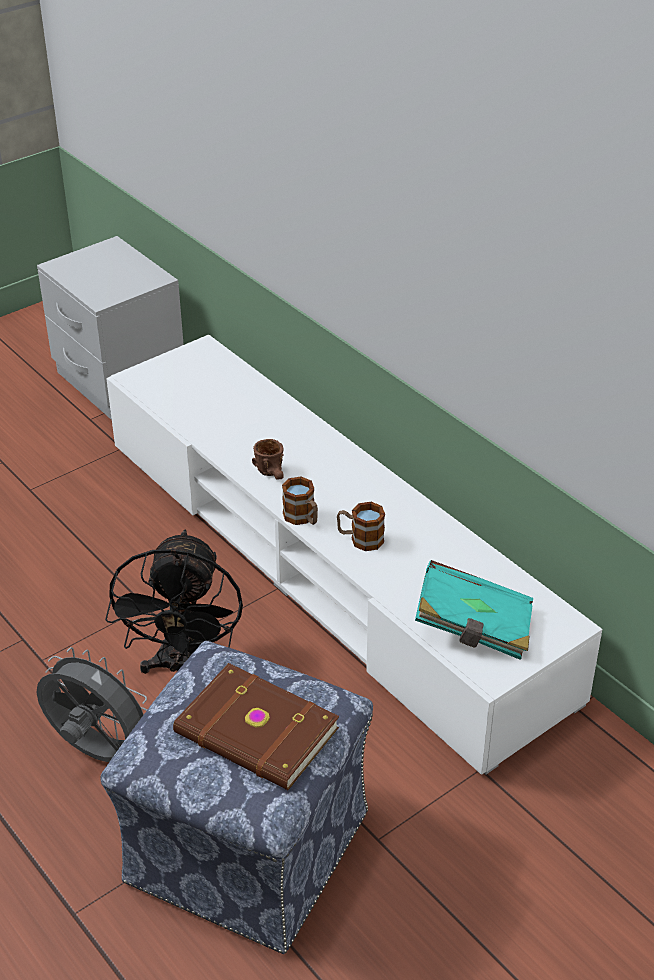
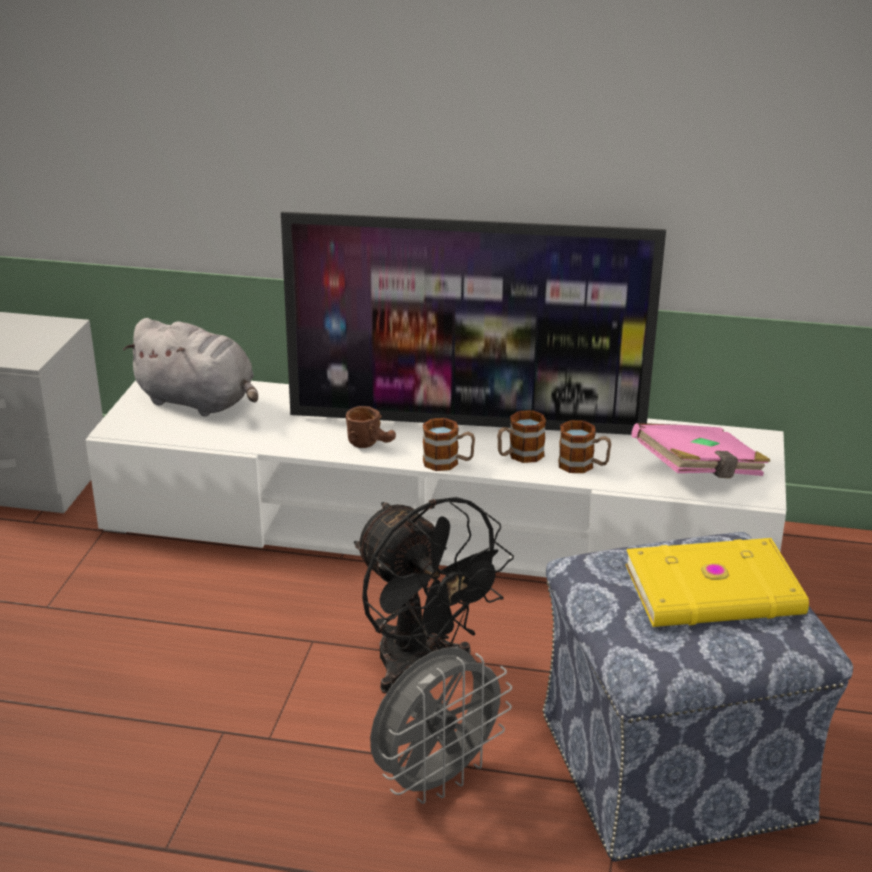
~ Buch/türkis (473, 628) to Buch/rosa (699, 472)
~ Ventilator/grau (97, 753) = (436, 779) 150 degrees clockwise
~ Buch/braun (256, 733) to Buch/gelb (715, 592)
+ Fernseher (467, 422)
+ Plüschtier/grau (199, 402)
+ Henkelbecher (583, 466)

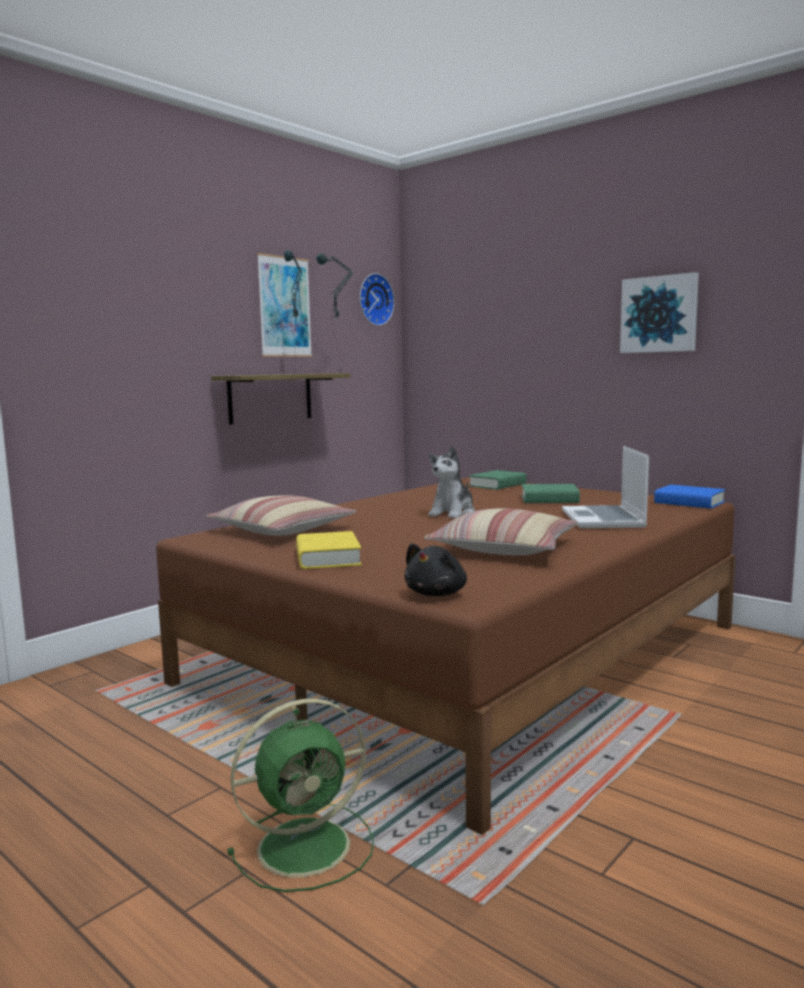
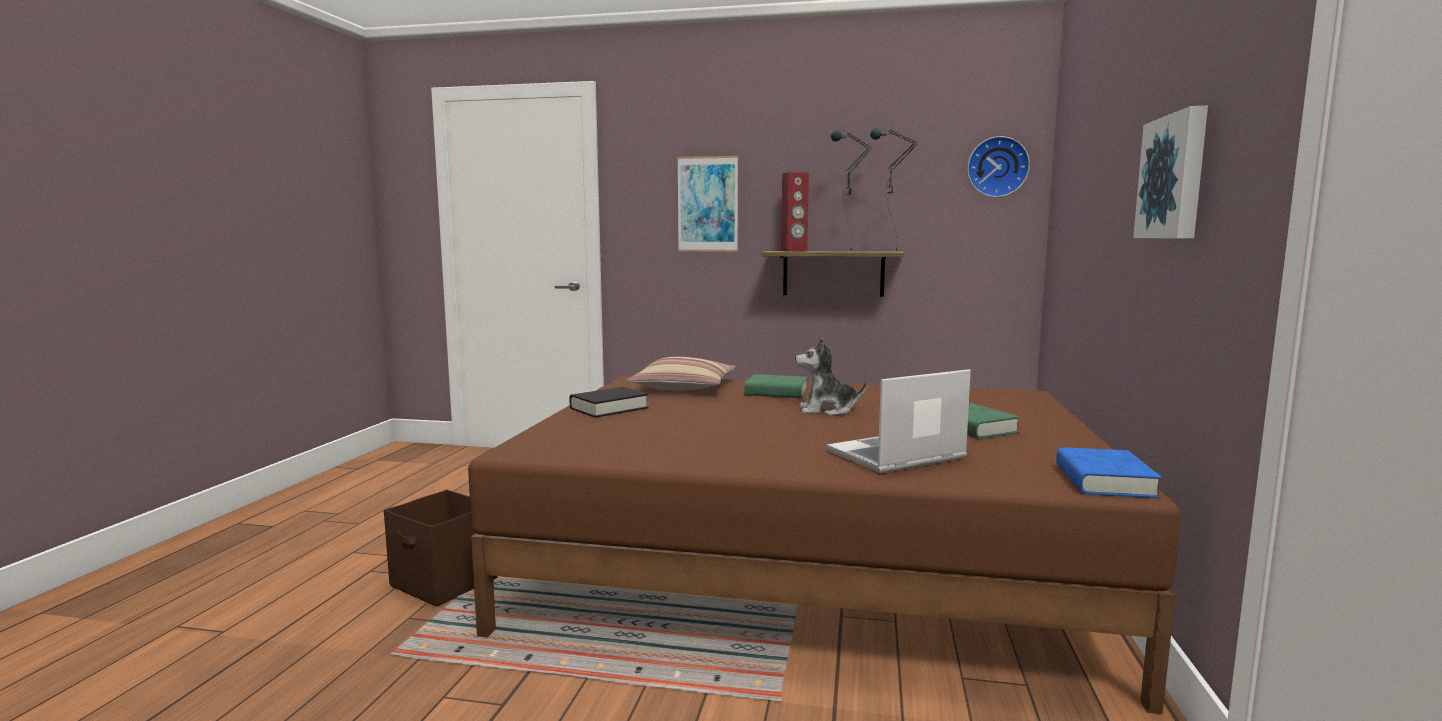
~ Bild (284, 307) to (707, 204)
~ Buch/grün (497, 485) to (776, 392)
- Kissen (504, 548)
~ Buch/gelb (327, 558) to Buch/schwarz (609, 408)
- Plüschtier/schwarz (437, 594)
~ Ventilator/grün (308, 845) to Aufbewahrungsbox/braun (444, 583)
+ Lautsprecher/rot (794, 251)

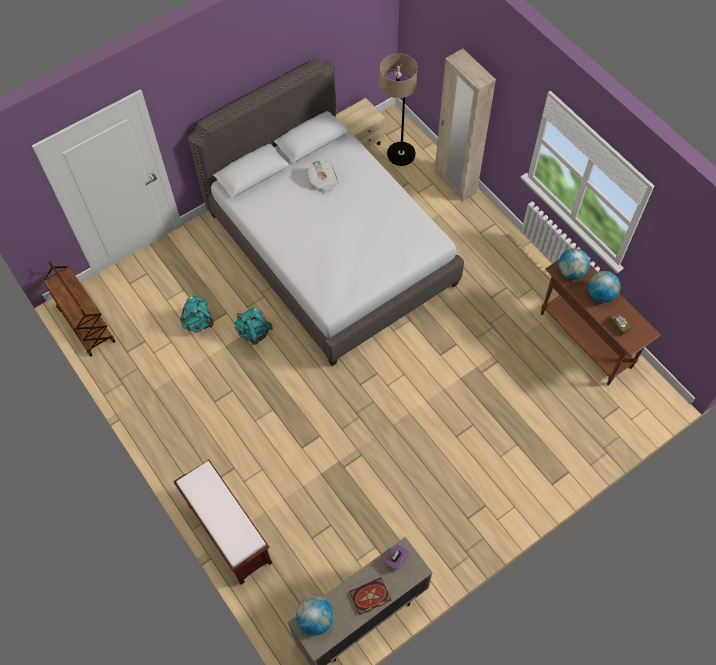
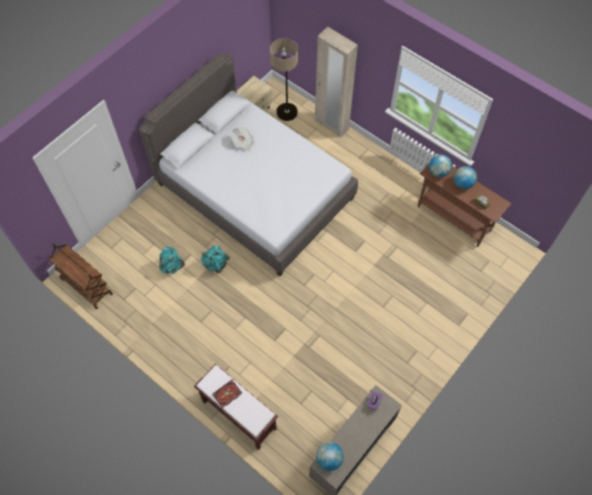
~ Buch (369, 597) to (227, 395)

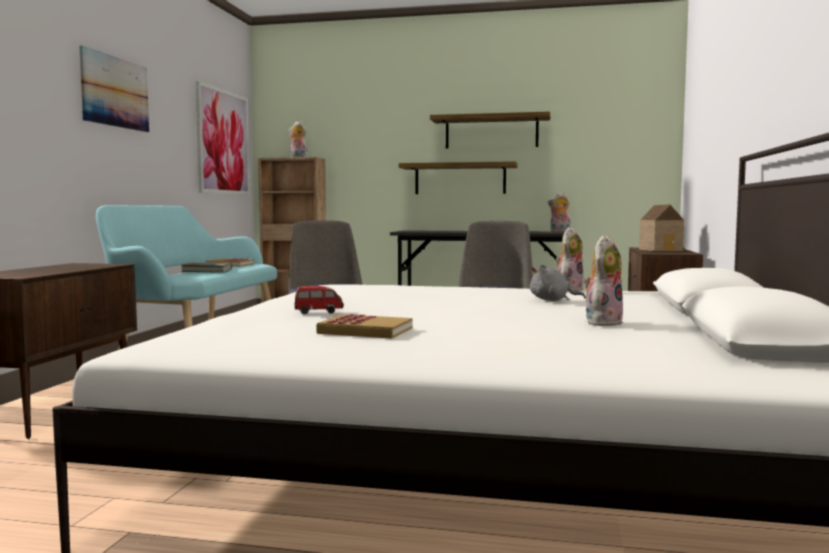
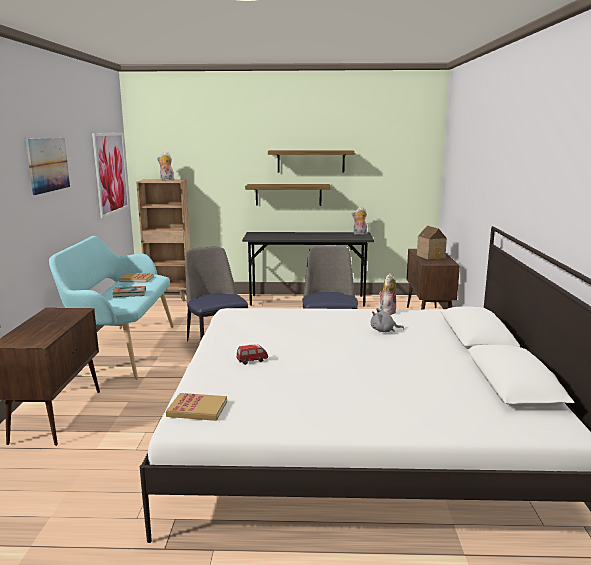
- Plüschtier (602, 322)
~ Buch (365, 331) to (197, 409)

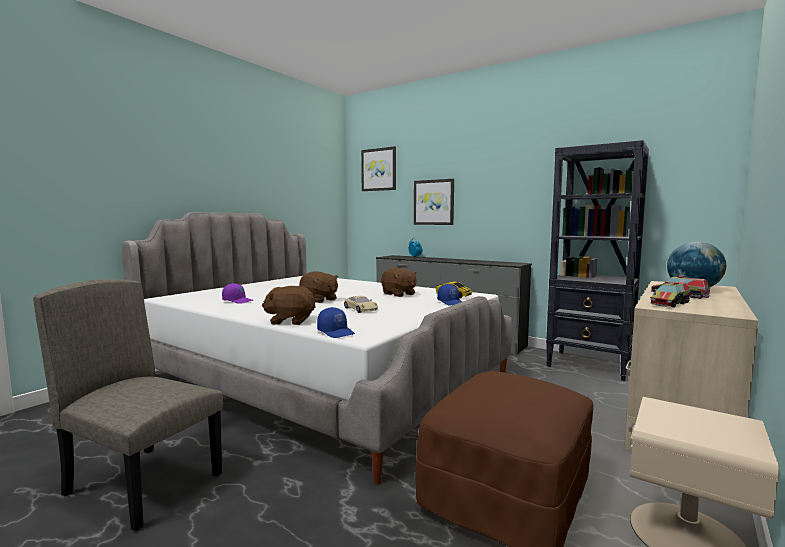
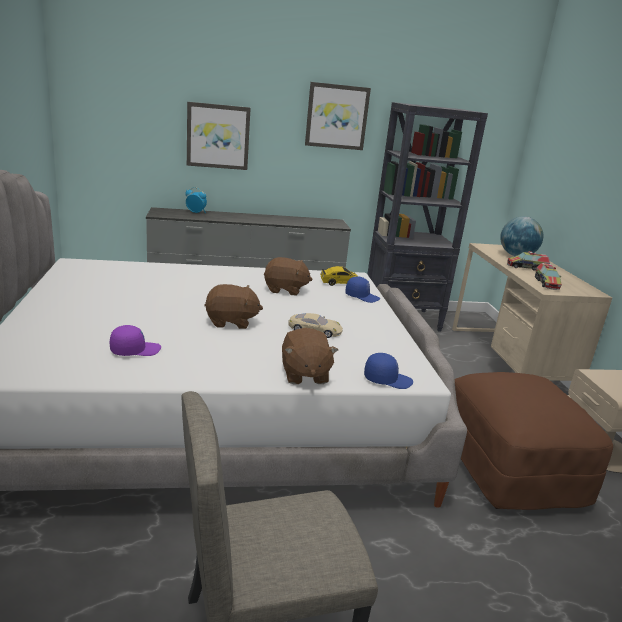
~ Bild (379, 169) to (337, 116)
~ Plüschtier/braun (290, 321) = (304, 374) 60 degrees counterclockwise

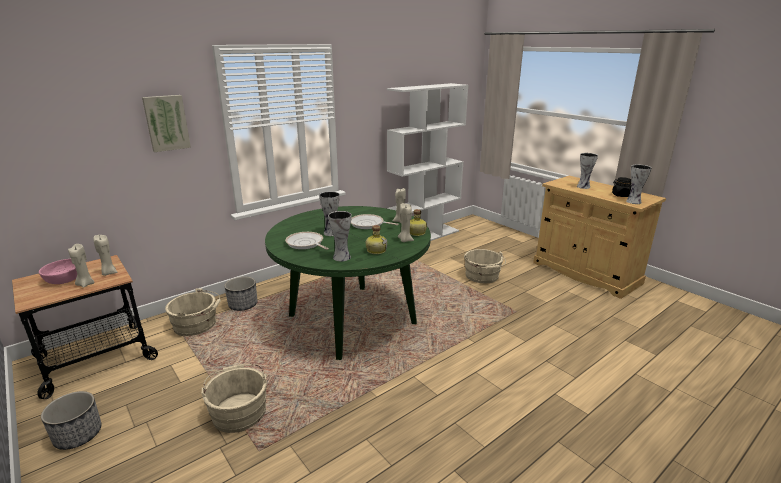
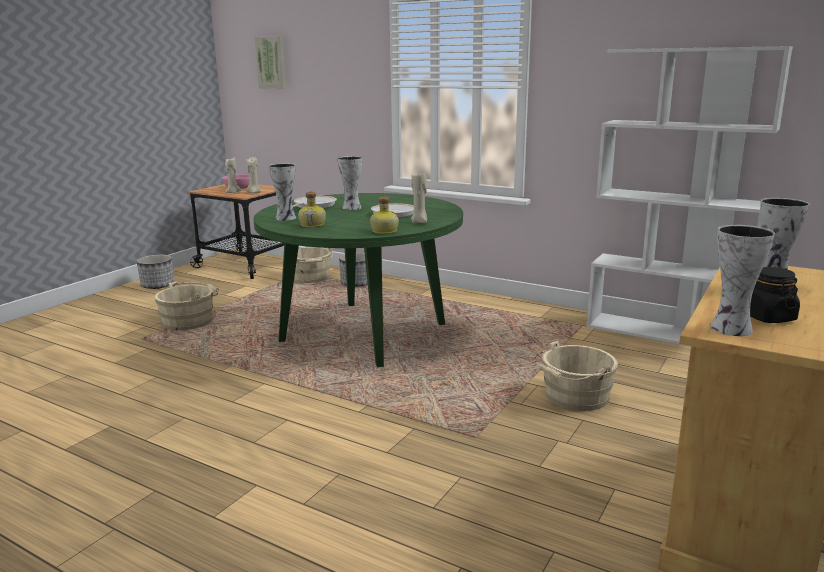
~ Bild (166, 123) to (272, 62)
- Kerze/beige (405, 240)

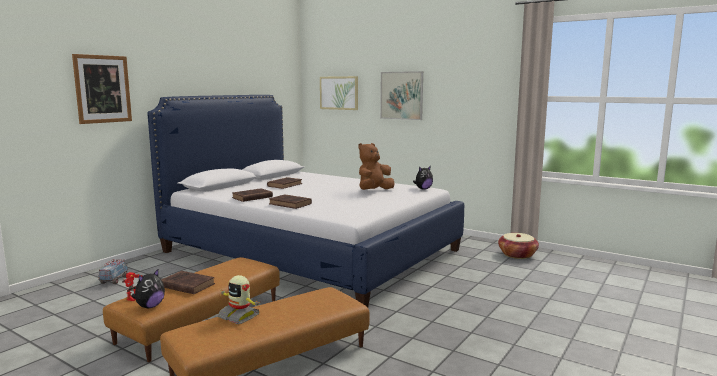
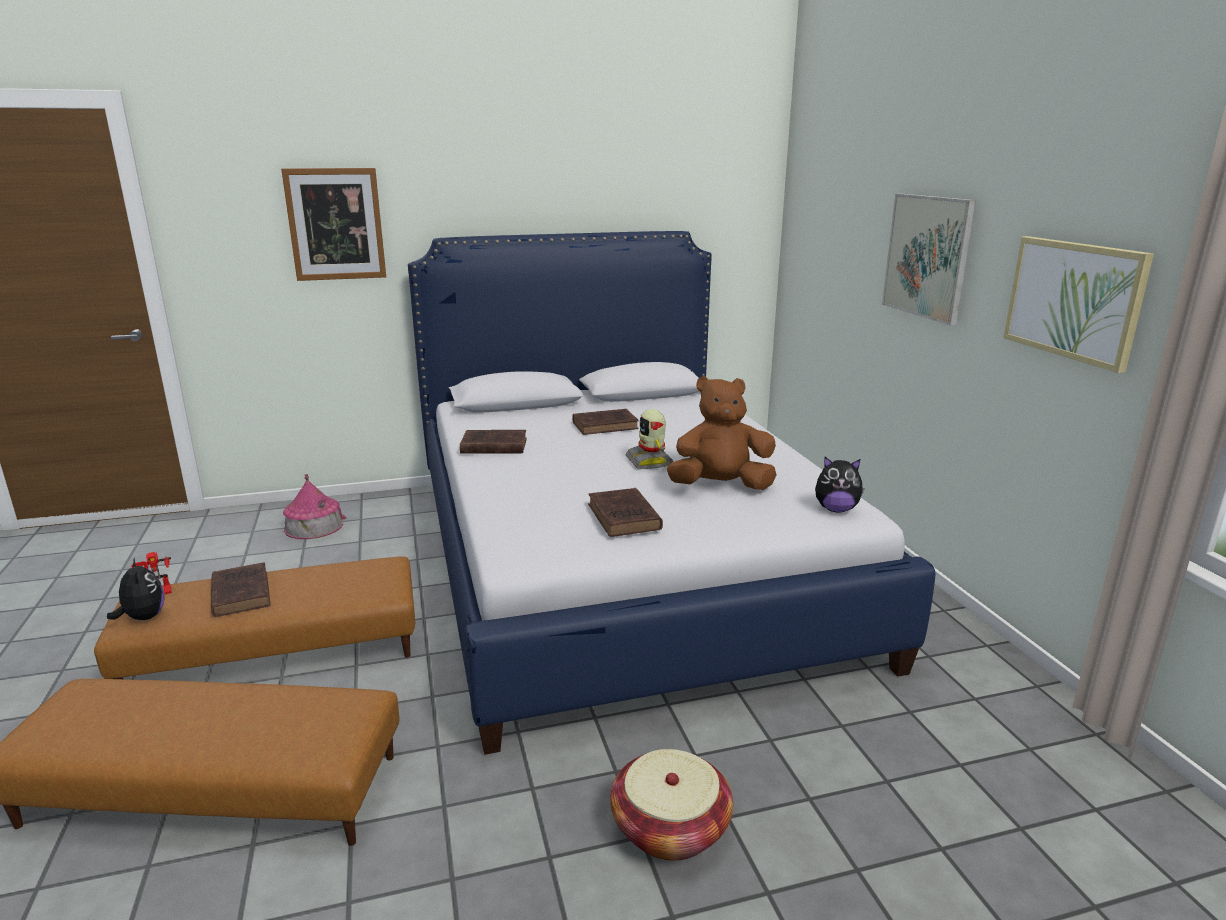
~ Bild (339, 93) to (1074, 300)
~ Buch/braun (291, 204) to (624, 518)
~ Korb (517, 255) to (670, 828)
~ Spielzeuglaster (114, 280) to Spielzeughaus (314, 526)
~ Plüschtier (150, 306) = (143, 617) 105 degrees counterclockwise
~ Spielzeugroboter (239, 316) to (650, 461)

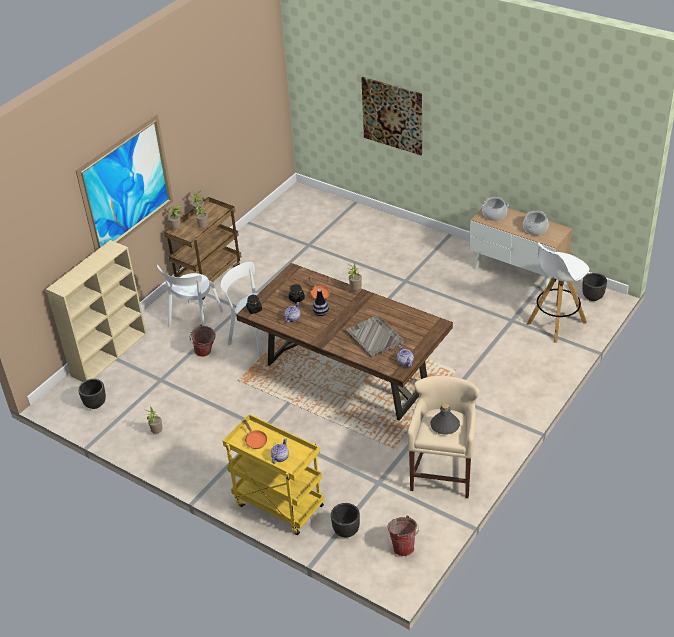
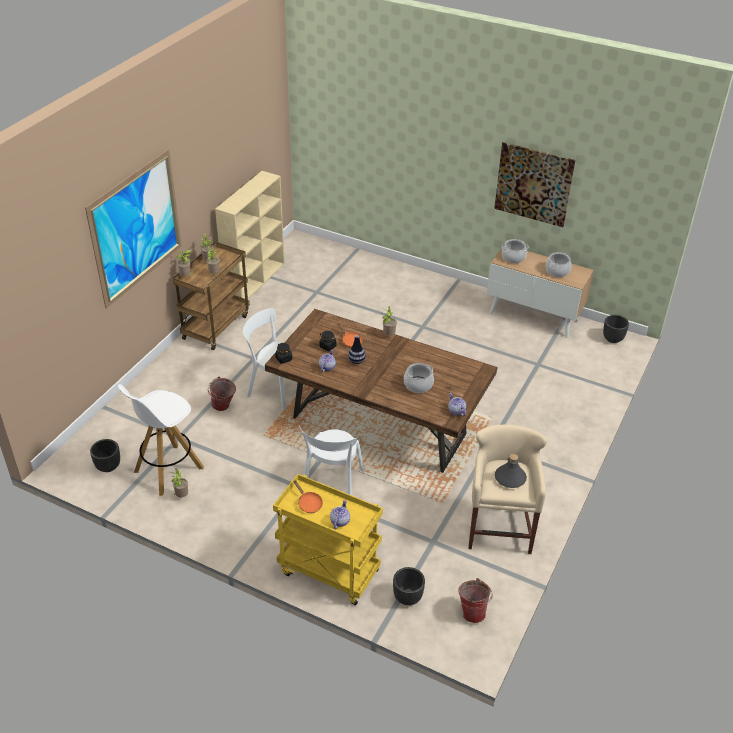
~ Bild (392, 115) to (533, 184)
~ Bücherregal/beige (109, 353) to (255, 280)
~ Hocker/weiß (555, 323) to (168, 470)
~ Stuhl/weiß (194, 320) to (332, 485)
~ Tablett/grau (374, 337) to Kochtopf (418, 385)

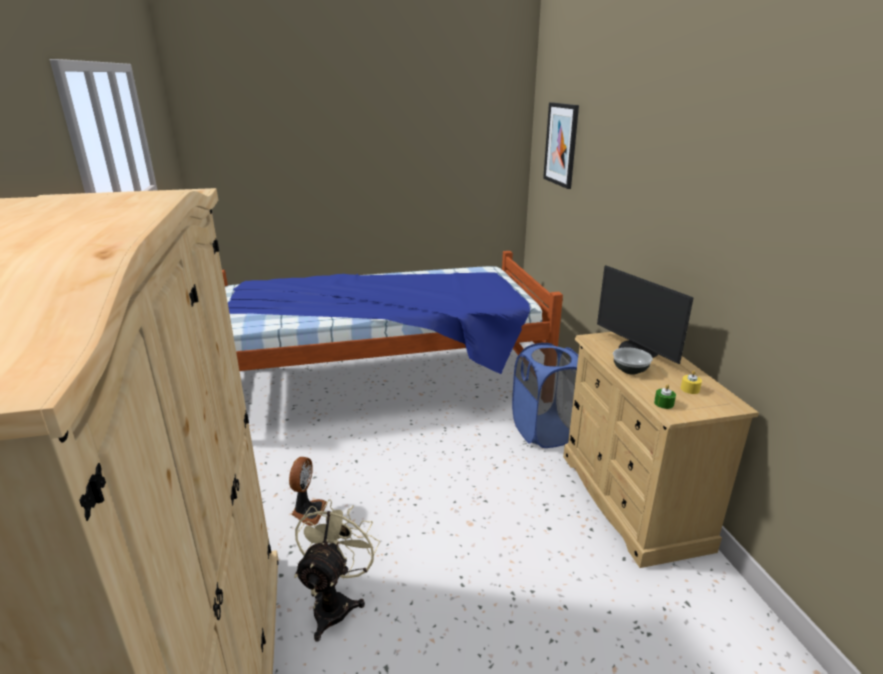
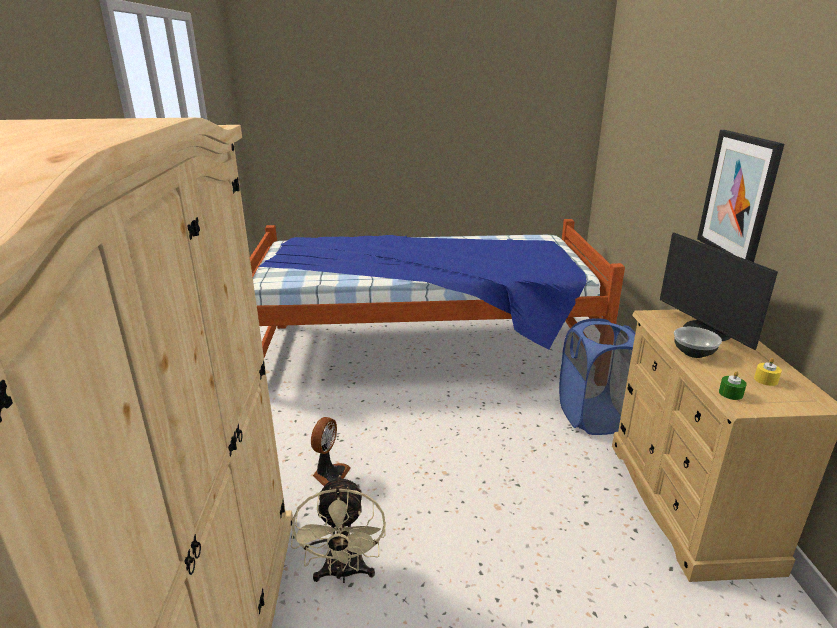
~ Bild (561, 144) to (738, 197)
~ Ventilator/beige (336, 603) = (344, 573) 150 degrees clockwise

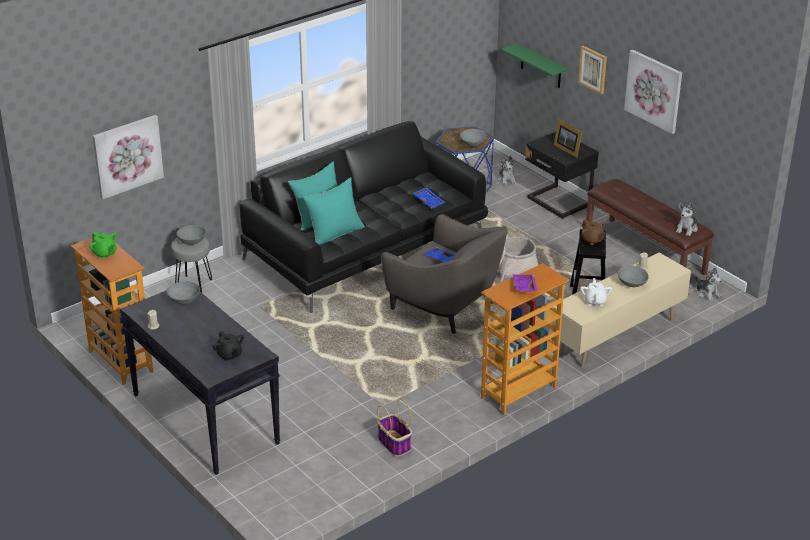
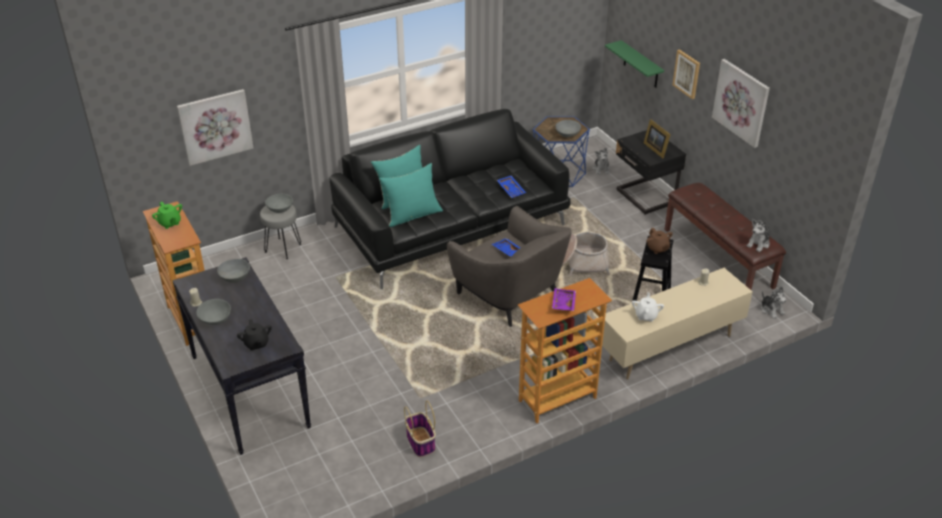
~ Schüssel/grau (631, 283) to (215, 319)

